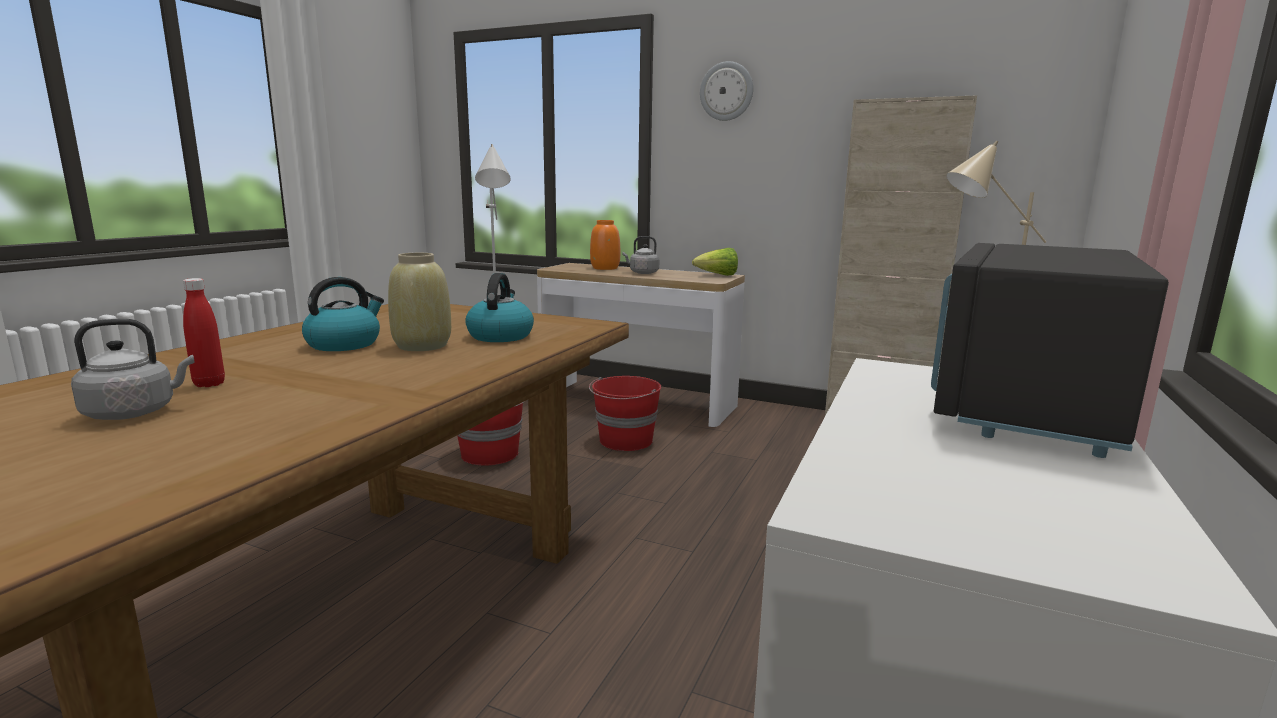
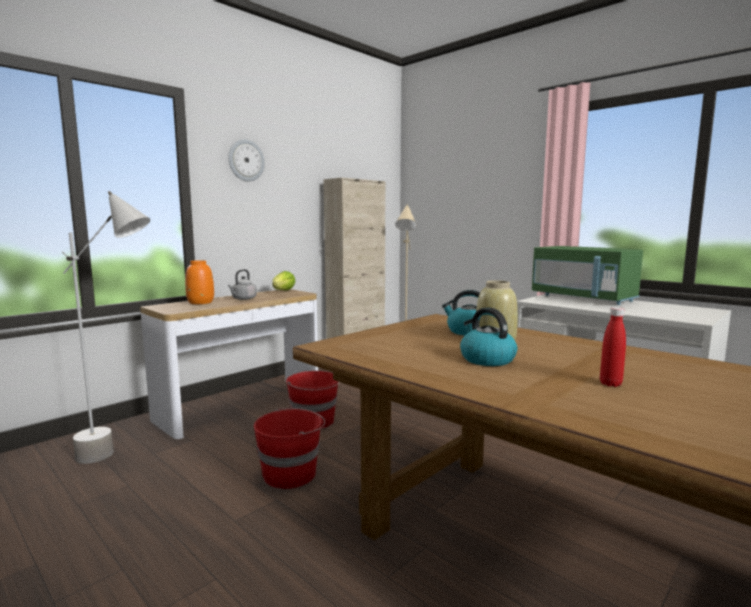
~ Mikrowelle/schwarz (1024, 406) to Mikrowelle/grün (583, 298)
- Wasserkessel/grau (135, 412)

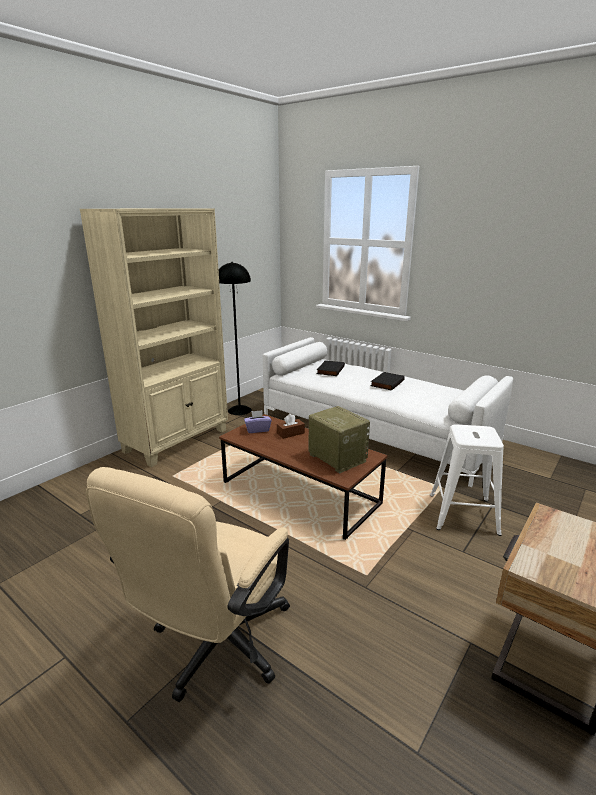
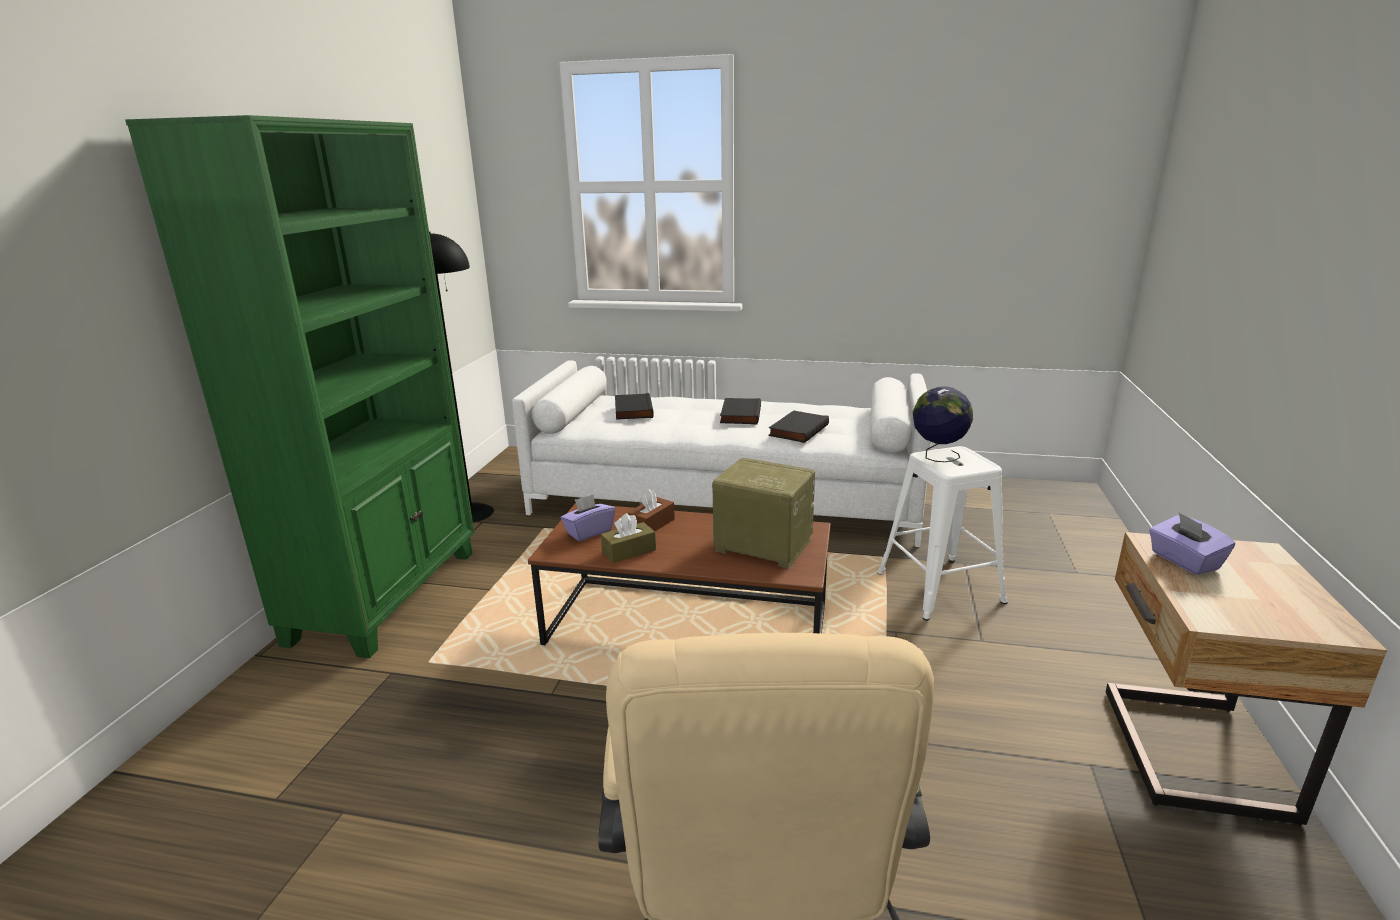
~ Bücherregal/beige (177, 440) to Bücherregal/grün (388, 594)
+ Globus (937, 456)
+ Buch/schwarz (797, 430)
+ Taschentuchbox/lila (1184, 561)
+ Taschentuchbox/braun (629, 551)

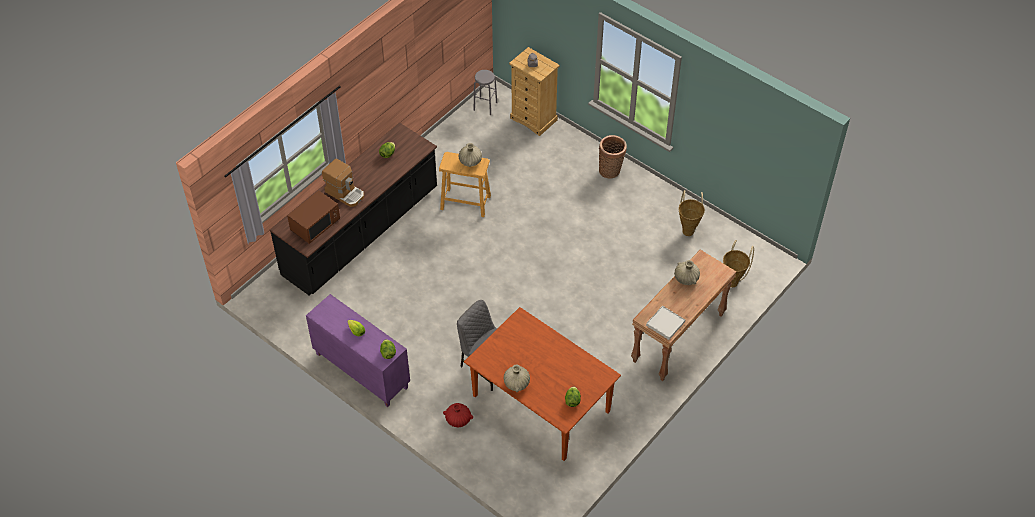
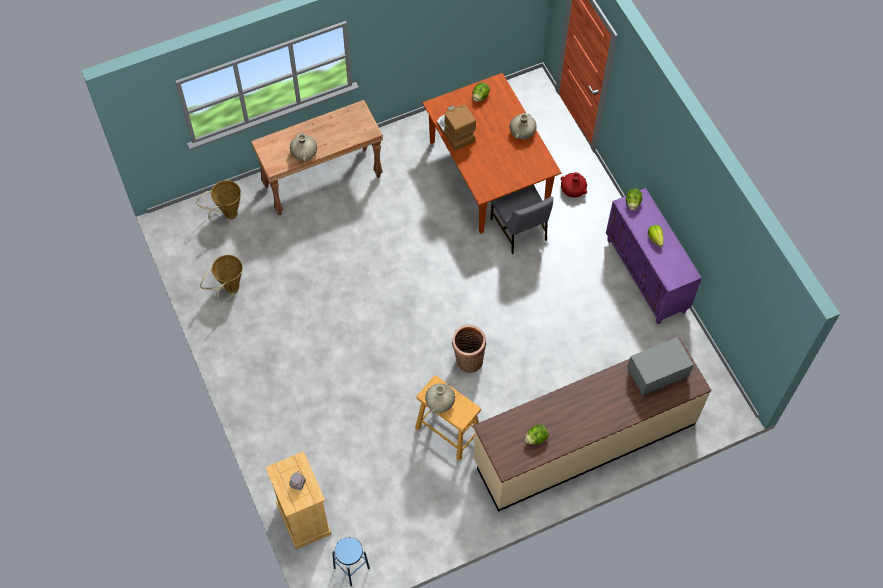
~ Hocker/grau (485, 106) to Hocker/blau (351, 568)
~ Küchenzeile/schwarz (361, 232) to Küchenzeile/beige (584, 441)
~ Korb (611, 170) to (467, 360)
~ Kaffeemaschine (345, 193) to (455, 132)
~ Mikrowelle/braun (315, 225) to Mikrowelle/grau (657, 373)
- Tablett/weiß (665, 324)

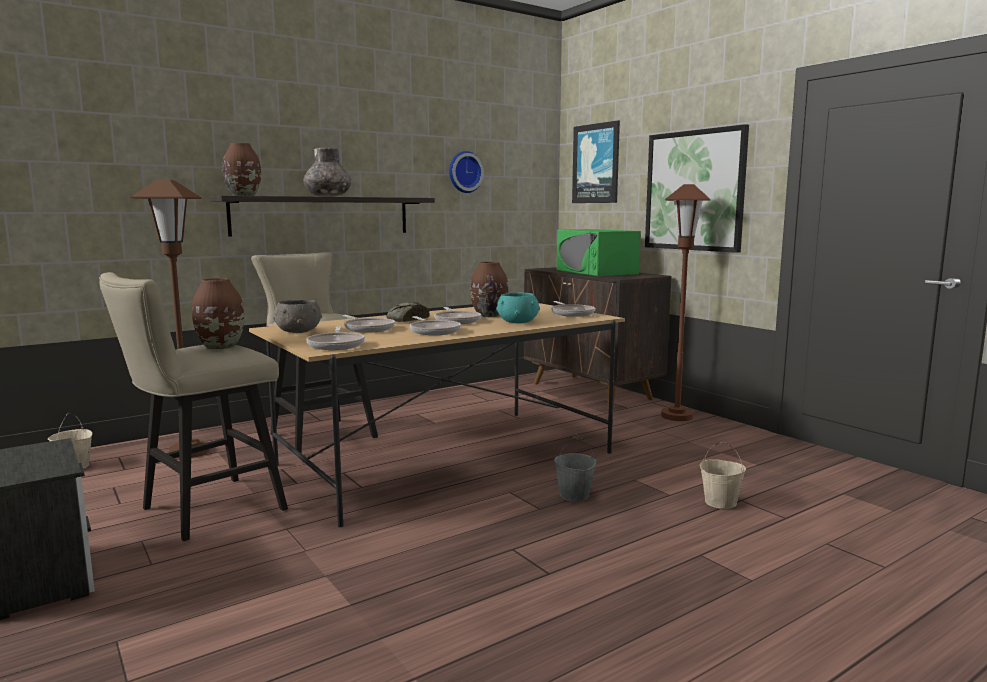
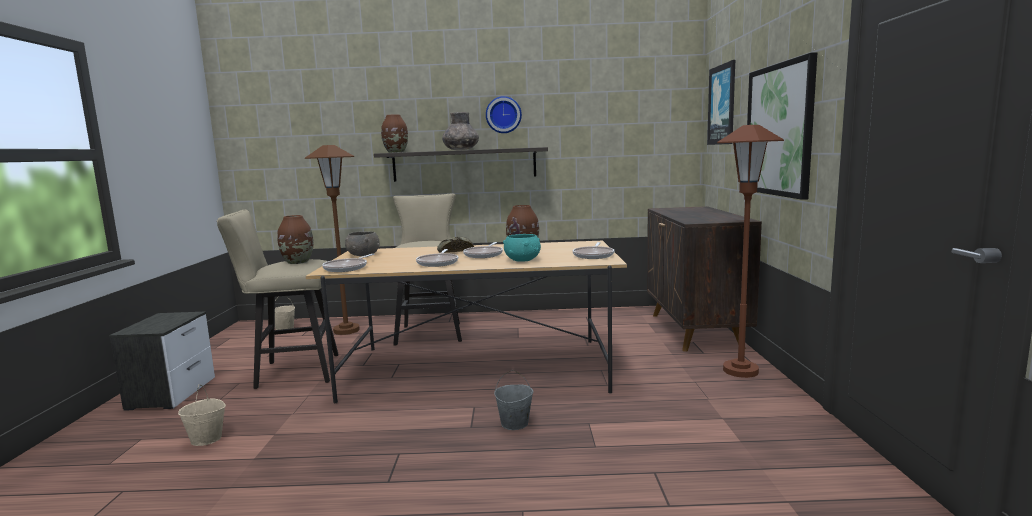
~ Wanduhr (464, 172) to (503, 115)
- Mikrowelle/grün (596, 272)
- Pfanne (368, 329)
~ Eimer/beige (720, 502) to (207, 439)

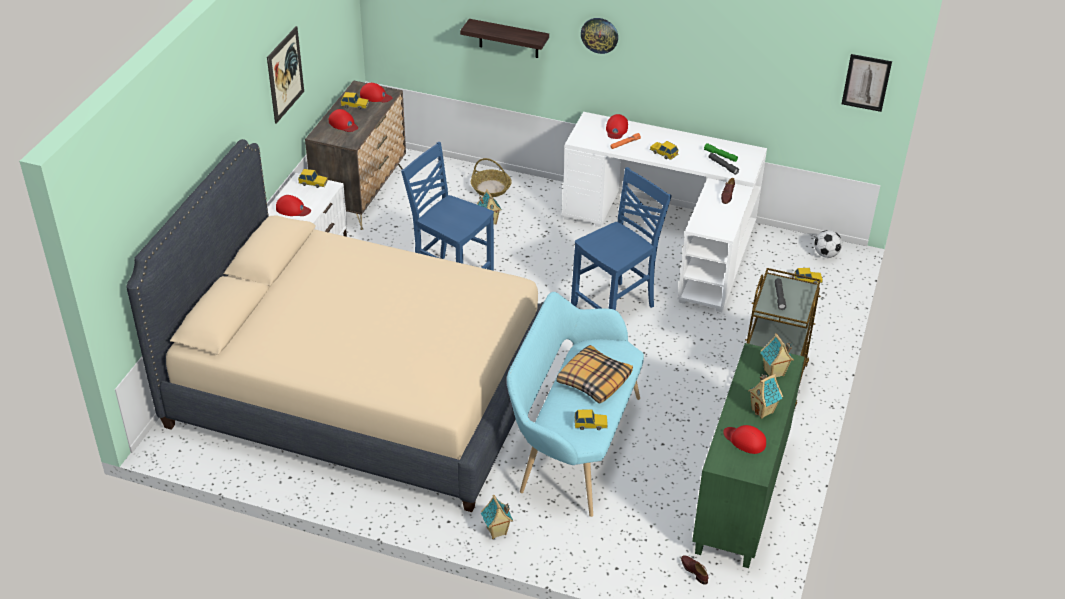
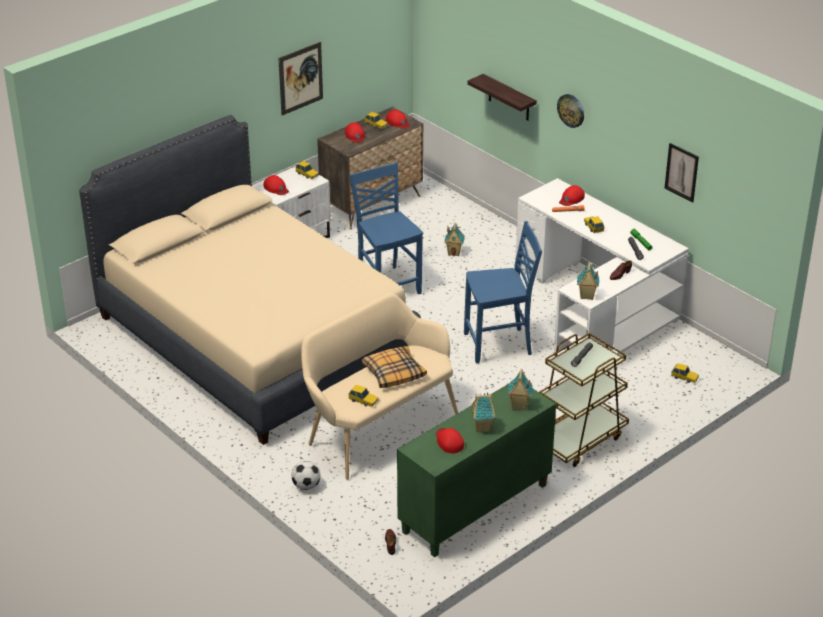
~ Bild (866, 82) to (681, 172)
- Korb (490, 188)
~ Fußball (826, 254) to (306, 486)
~ Bank/türkis (573, 444) to Bank/beige (377, 427)
~ Spielzeughaus (496, 532) to (586, 296)

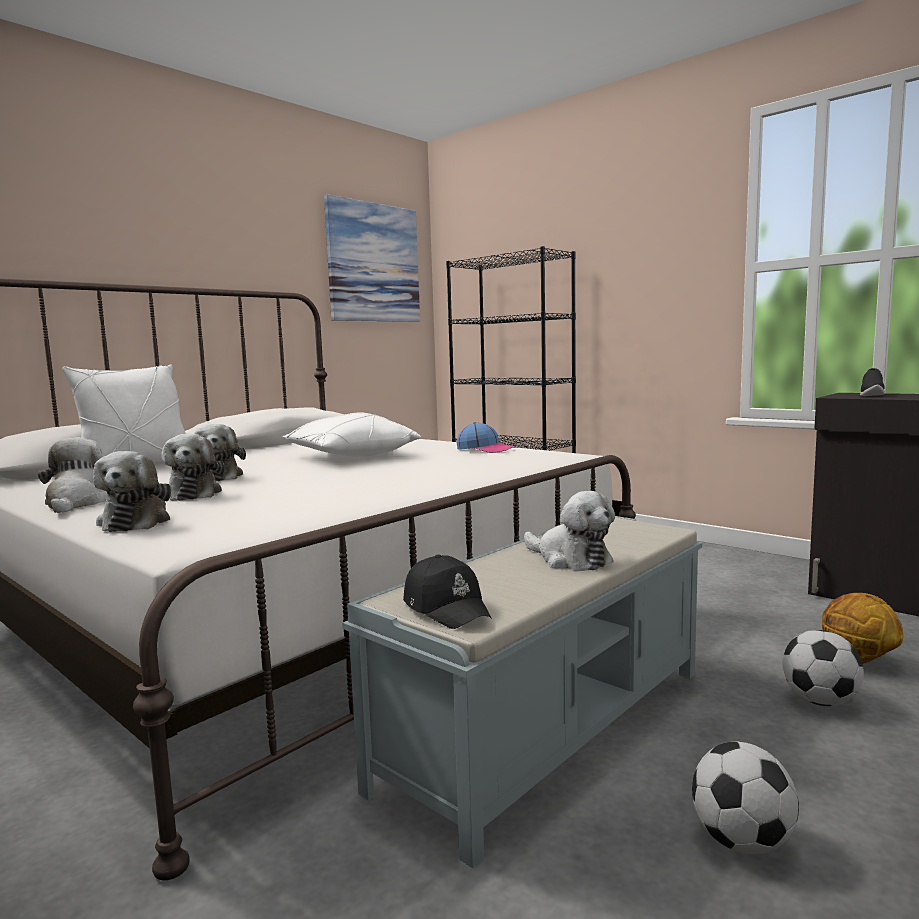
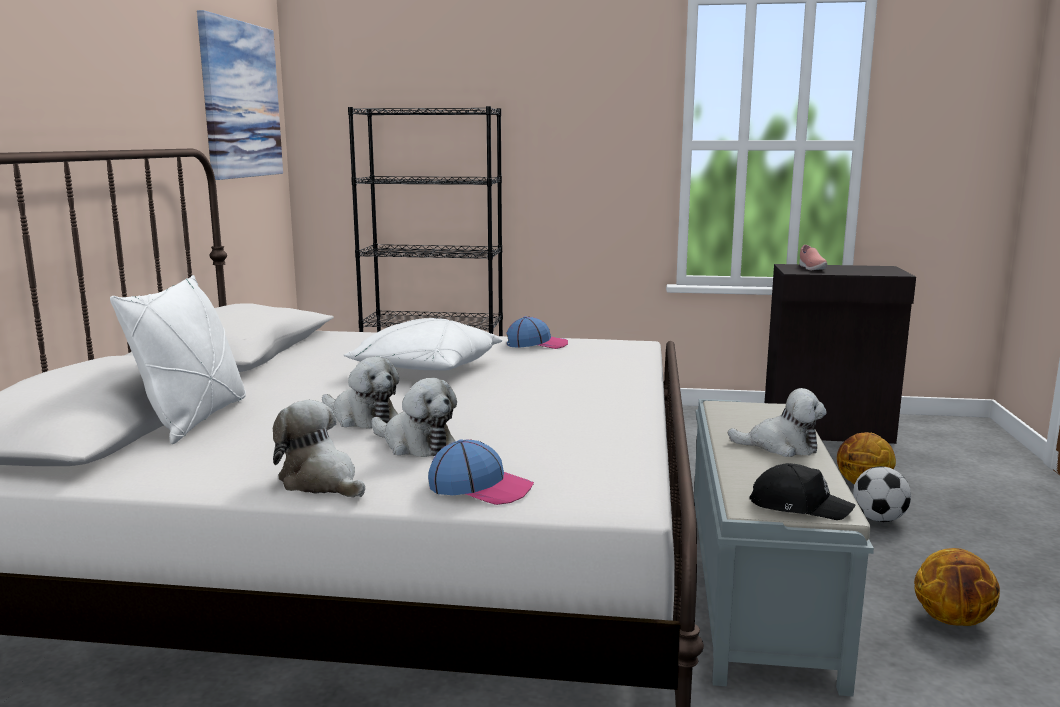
~ Schuh/schwarz (871, 395) to Schuh/rosa (811, 268)
~ Plüschtier (136, 521) to Kappe (481, 487)
~ Fußball (742, 842) to Basketball (952, 620)

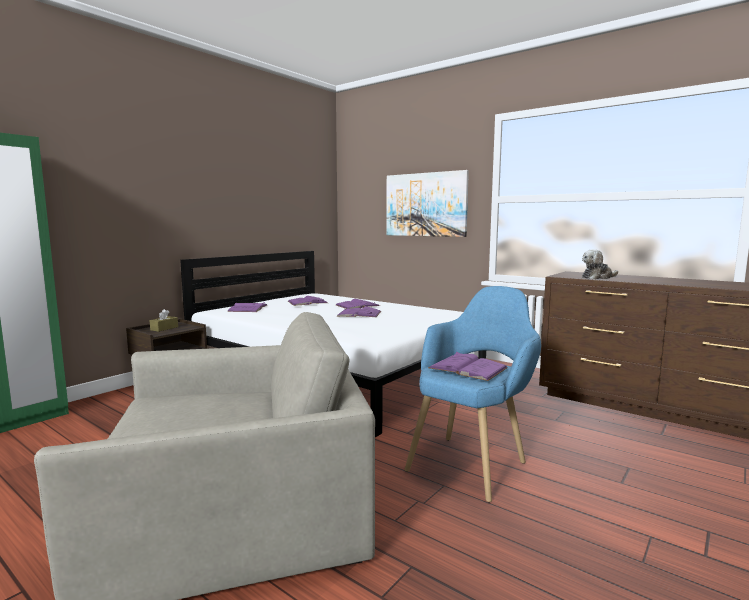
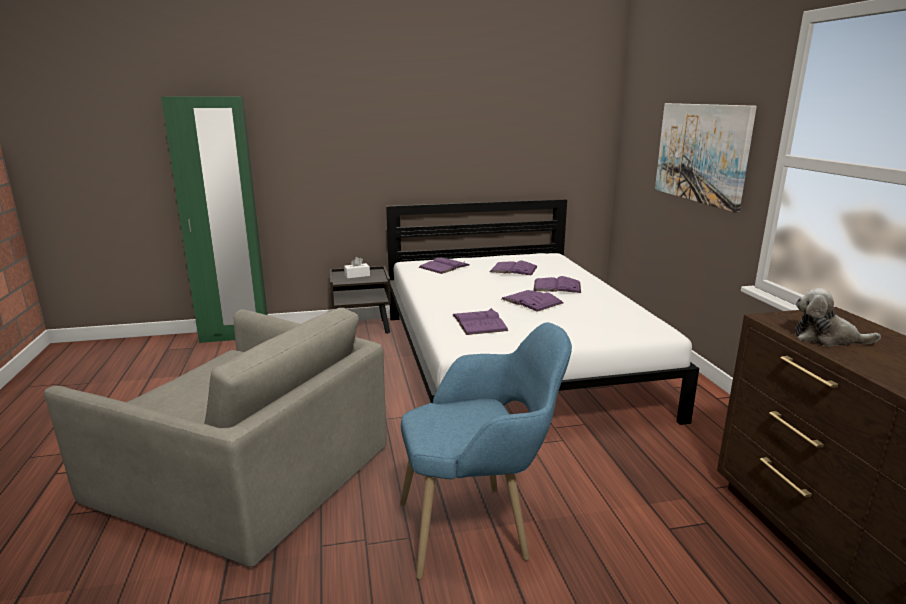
~ Taschentuchbox/braun (164, 328) to Taschentuchbox/weiß (357, 275)
~ Buch/lila (467, 368) to (479, 322)

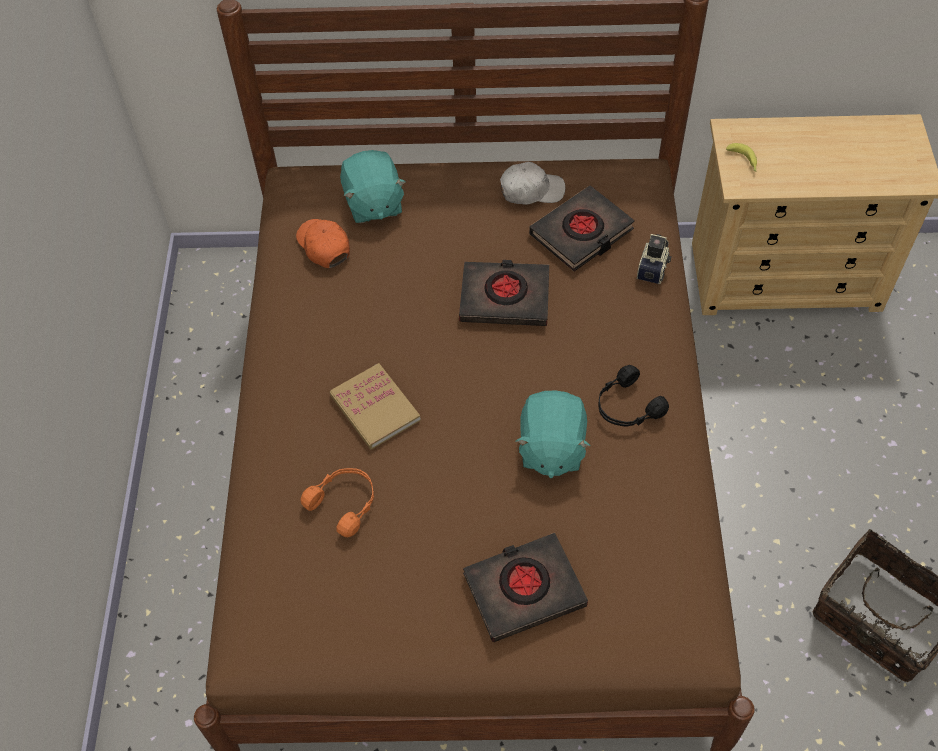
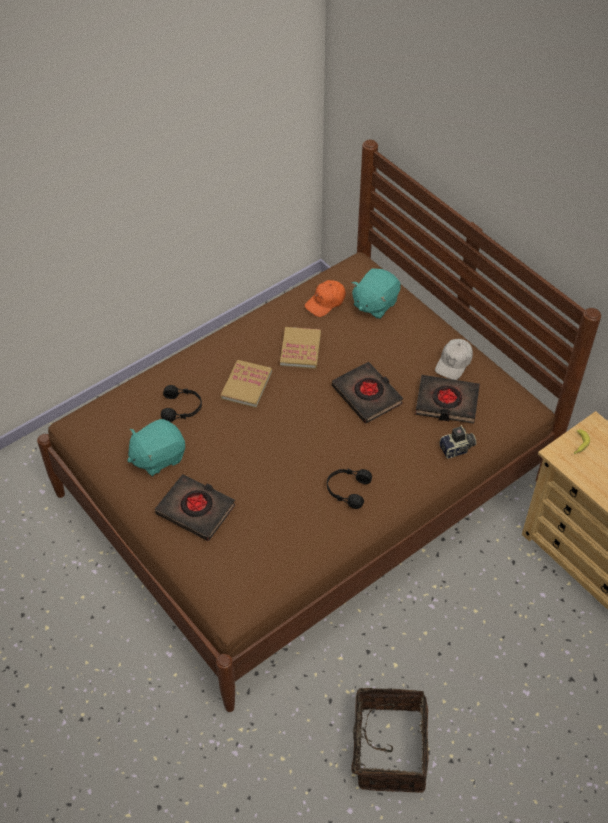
~ Kappe/weiß (531, 190) = (454, 363) 75 degrees clockwise
~ Kappe/orange (324, 246) = (325, 302) 150 degrees counterclockwise
~ Plüschtier/türkis (551, 448) to (157, 457)
~ Kopfhörer/orange (345, 503) to Kopfhörer/schwarz (182, 408)
+ Buch (300, 349)

